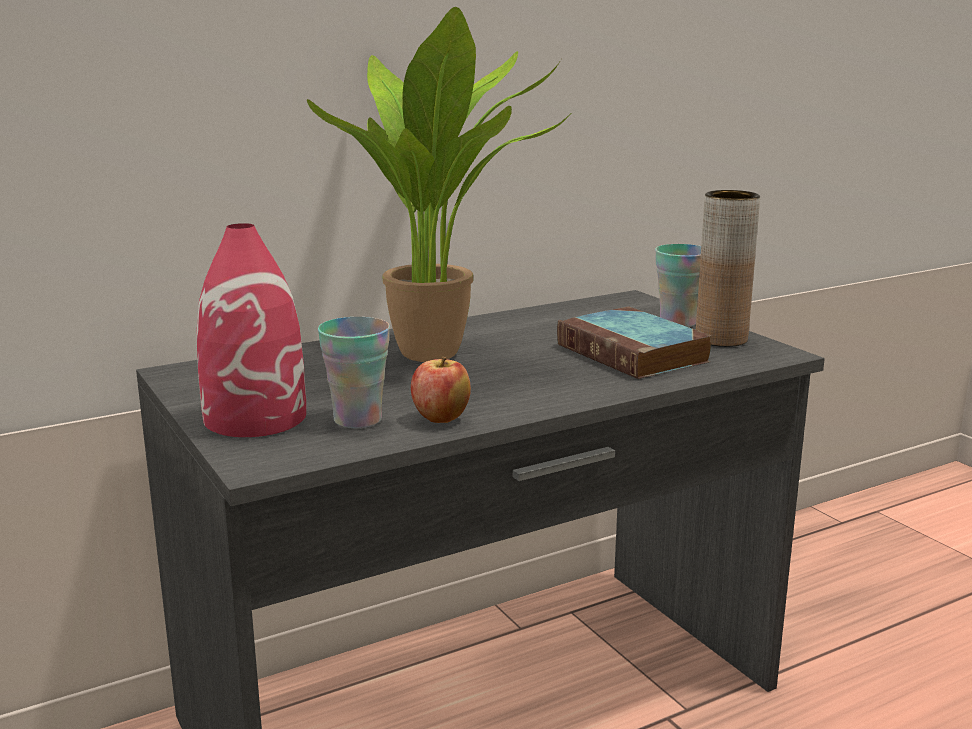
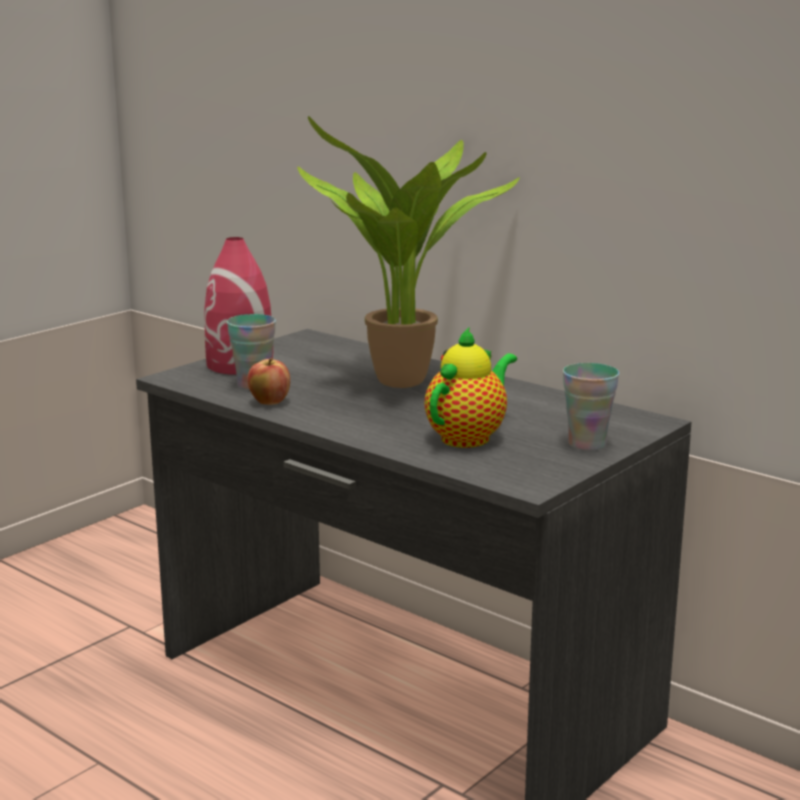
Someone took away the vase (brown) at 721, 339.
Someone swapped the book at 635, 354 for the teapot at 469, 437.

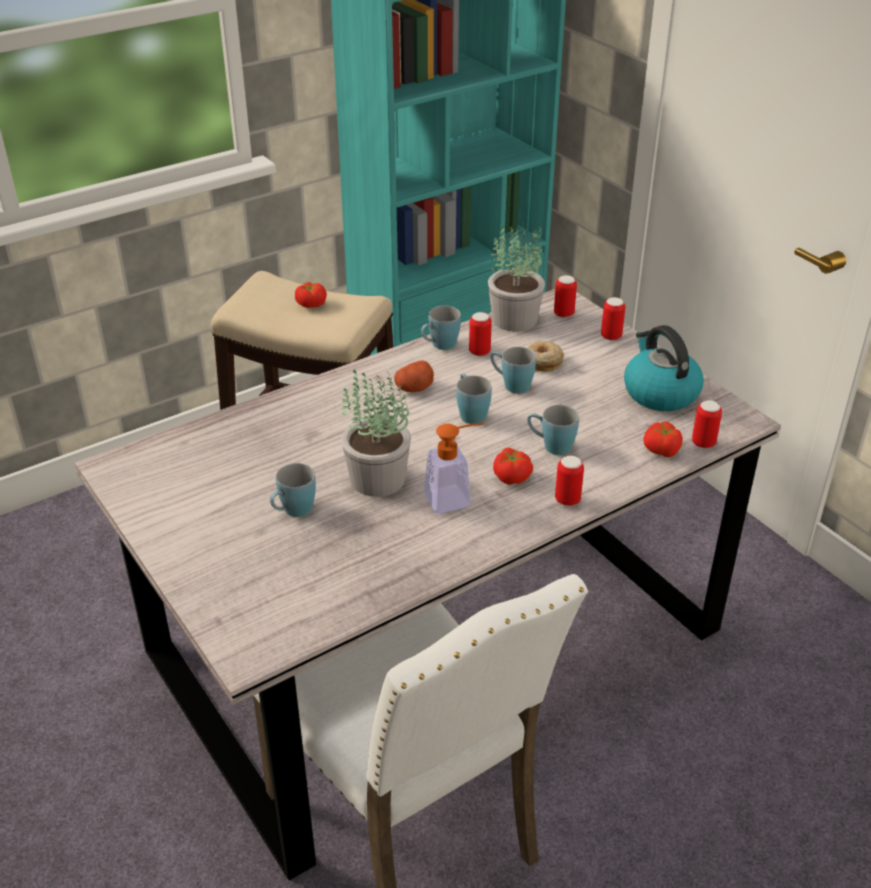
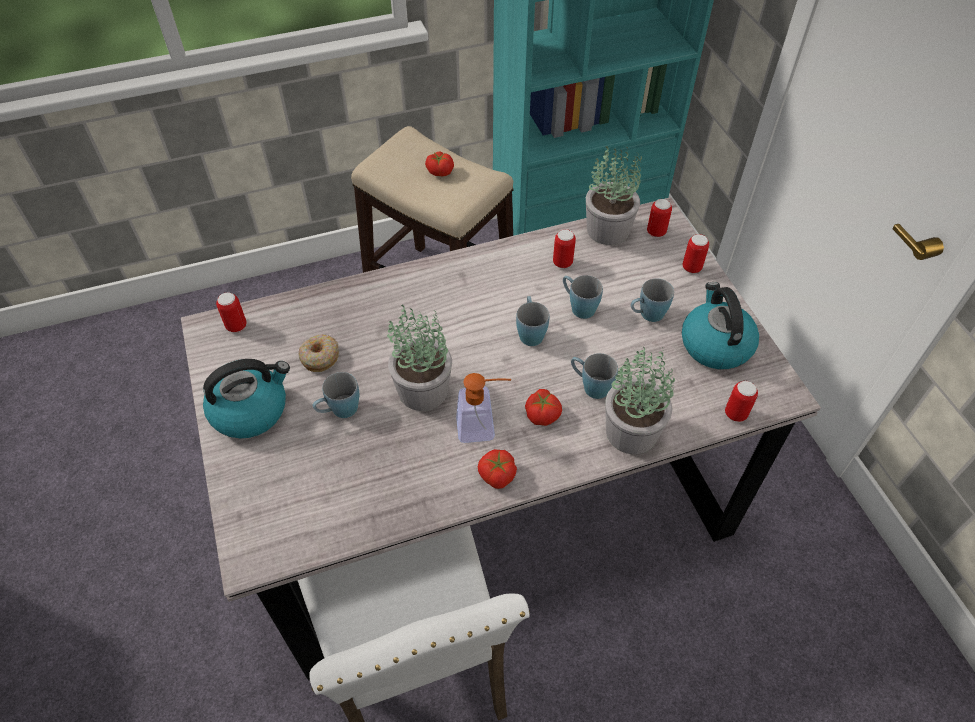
Someone took away the potato at 414, 388.
Someone put down the kettle at 251, 410.
Someone put down the potted plant at 631, 431.
Someone carried the mug (blue) from 439, 345 to 647, 315.
Someone carried the donut from 542, 362 to 320, 357.
Someone carried the can from 567, 500 to 236, 326.
Someone carried the tomato from 661, 450 to 497, 475.

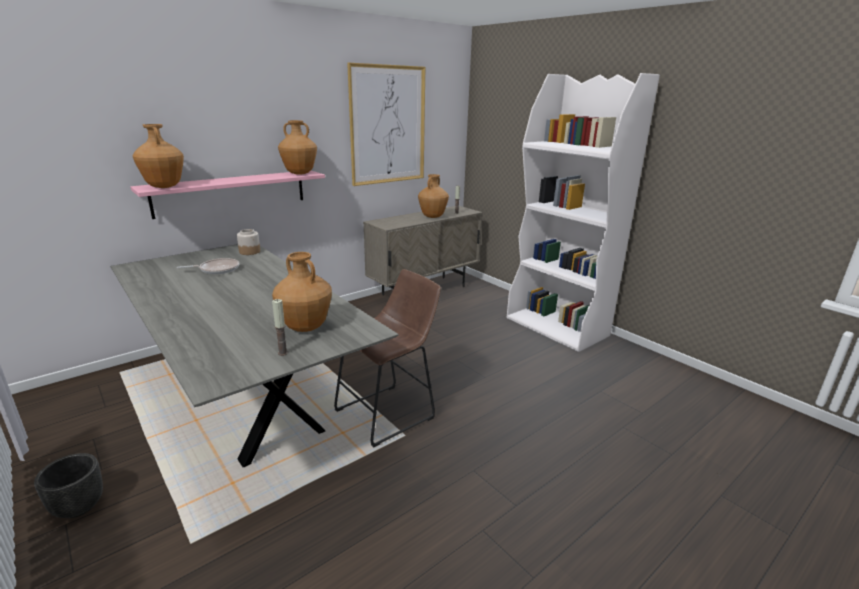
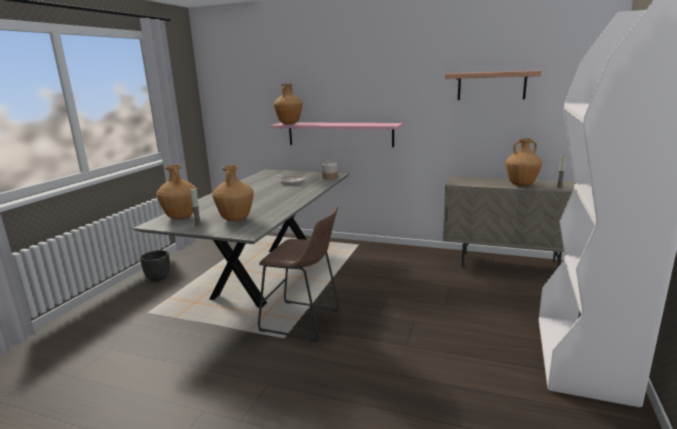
Someone carried the vase (brown) from 299, 173 to 180, 217.
Someone swapped the picture at 388, 125 for the shelf at 491, 85.

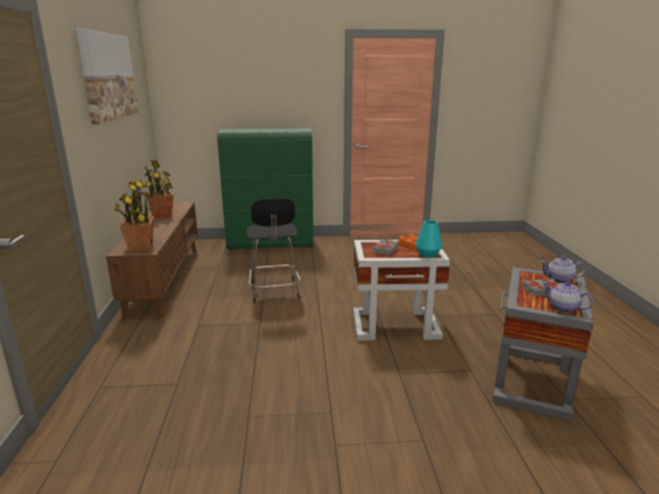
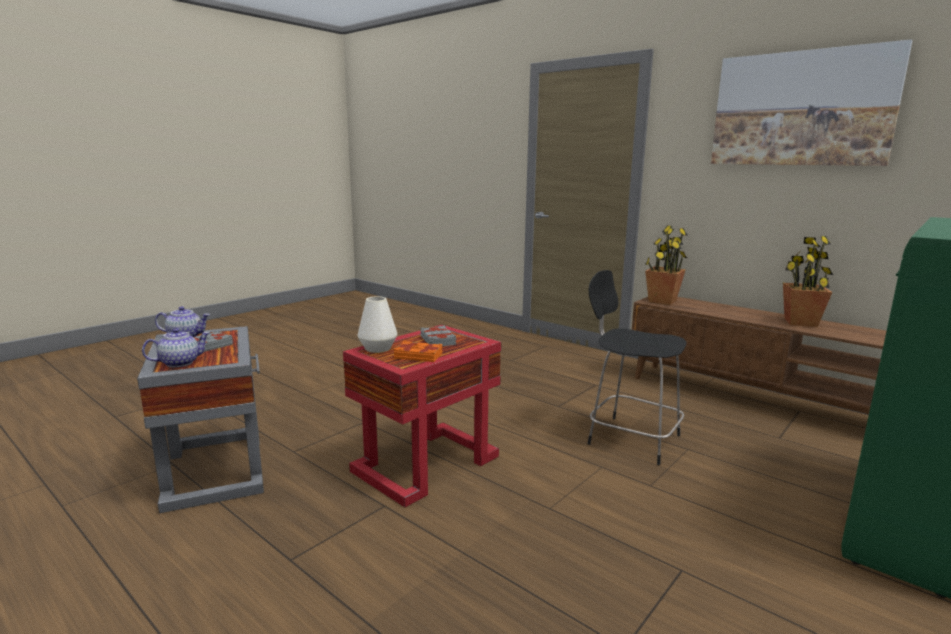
Someone repainted the side table (white) at 396, 325, which became the side table (red) at 424, 464.
Someone repainted the vase (turquoise) at 427, 254, which became the vase (white) at 378, 348.

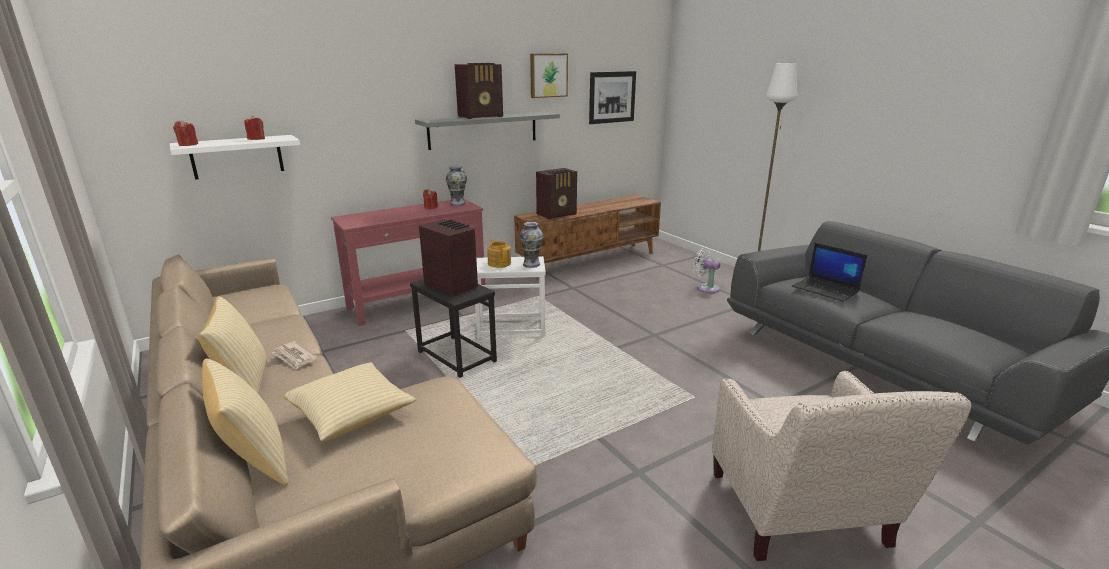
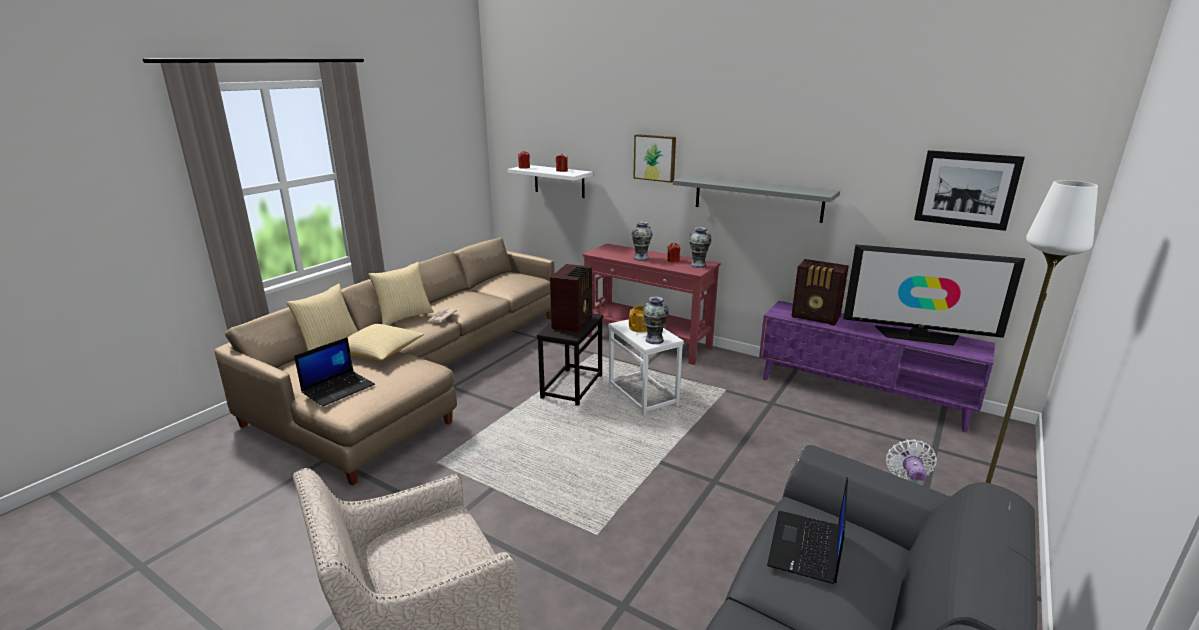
Someone took away the radio at 481, 116.
Someone put down the laptop at 339, 388.
Someone put down the vase at 641, 258.
Someone put down the television at 918, 336.
Someone carried the picture from 548, 75 to 655, 157.
Someone repainted the tv stand (brown) at 589, 261, which became the tv stand (purple) at 862, 394.

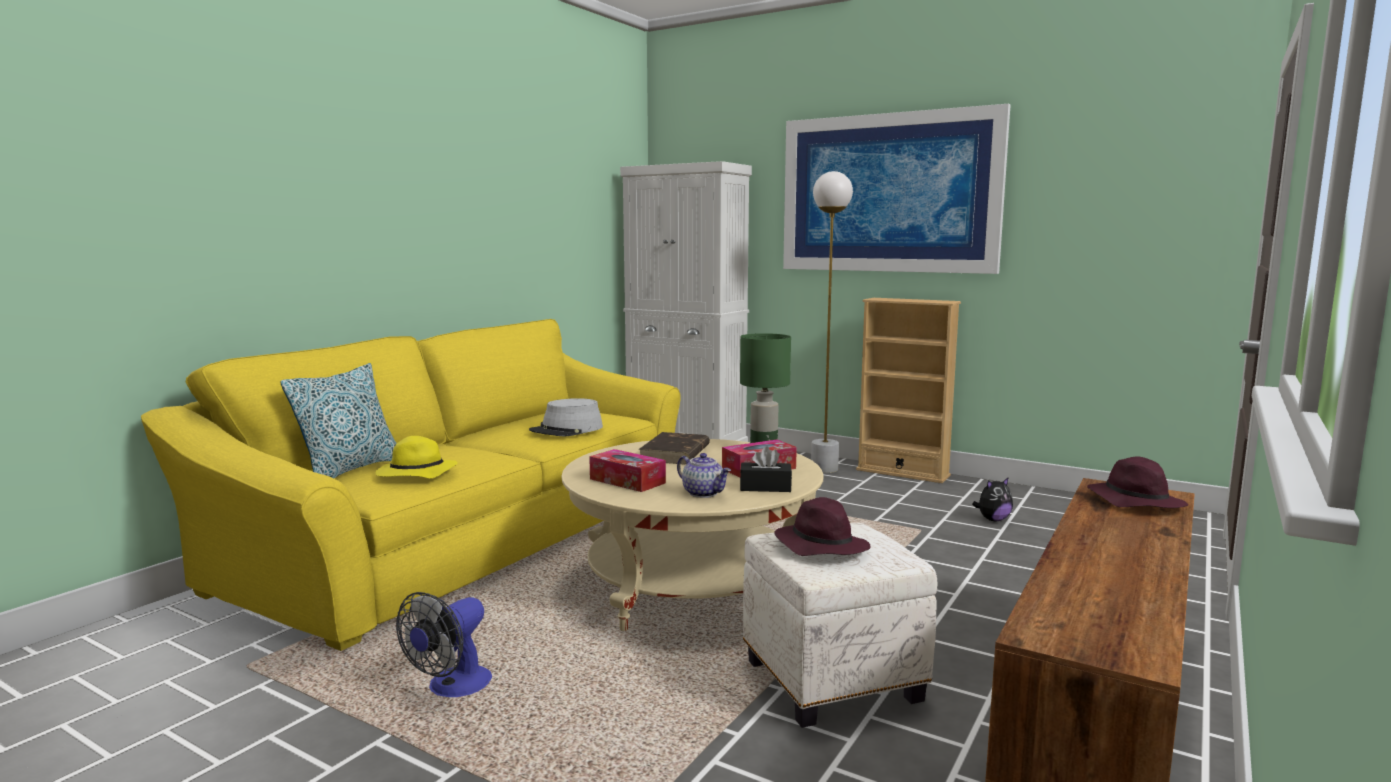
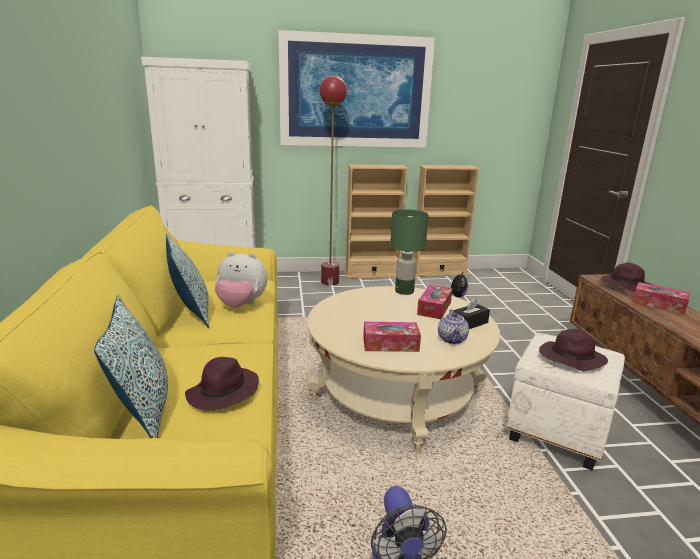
Someone took away the book (brown) at 675, 453.
Someone put down the pillow at 191, 313.
Someone put down the bookcase (beige) at 439, 273.
Someone put down the tissue box at 658, 304.
Someone swapped the hat (grey) at 567, 430 for the plush toy at 241, 305.
Someone repainted the hat (yellow) at 416, 474, which became the hat (purple) at 223, 393.
Someone repainted the floor lamp (white) at 824, 469, which became the floor lamp (red) at 329, 282.
Someone rotated the teapot at 704, 493 by 90 degrees clockwise.

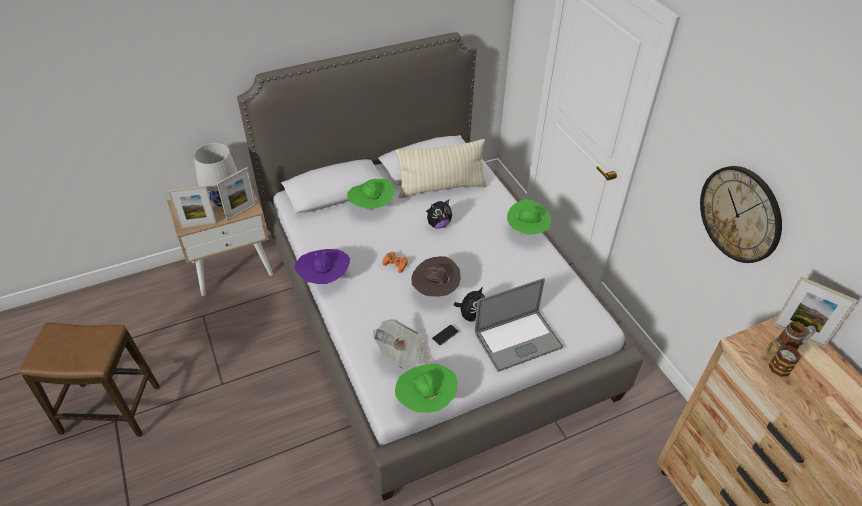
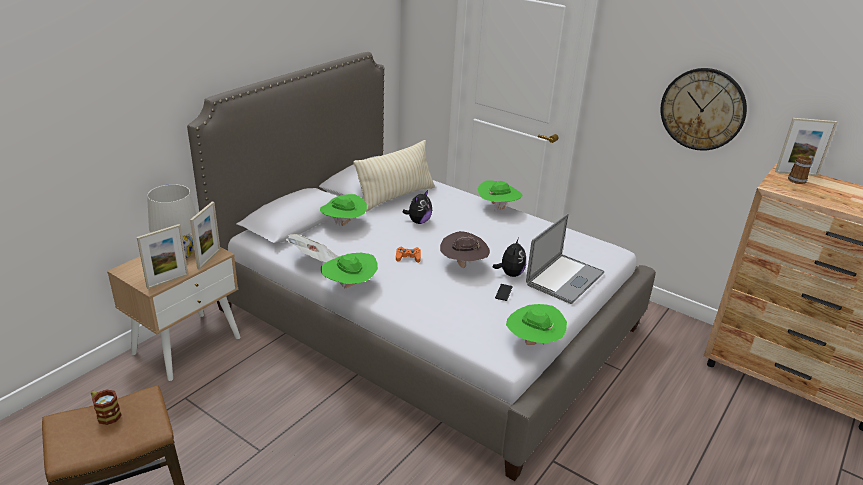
Someone carried the newspaper from 403, 354 to 315, 261.
Someone carried the mug from 776, 364 to 106, 414.
Someone repainted the hat (purple) at 324, 279, which became the hat (green) at 349, 287.

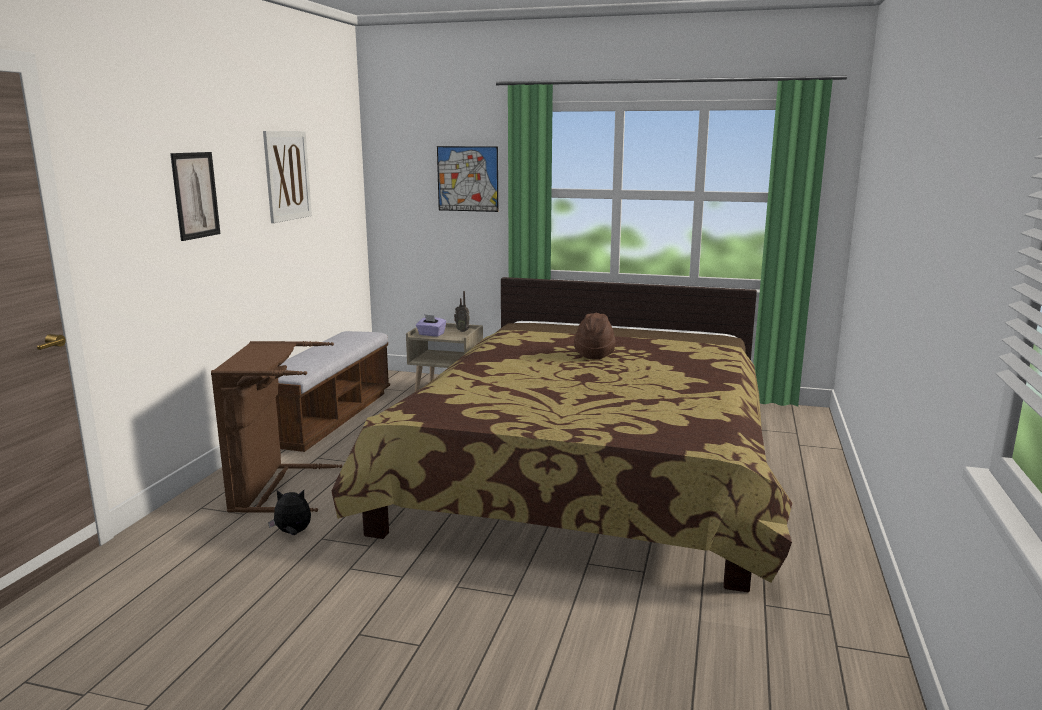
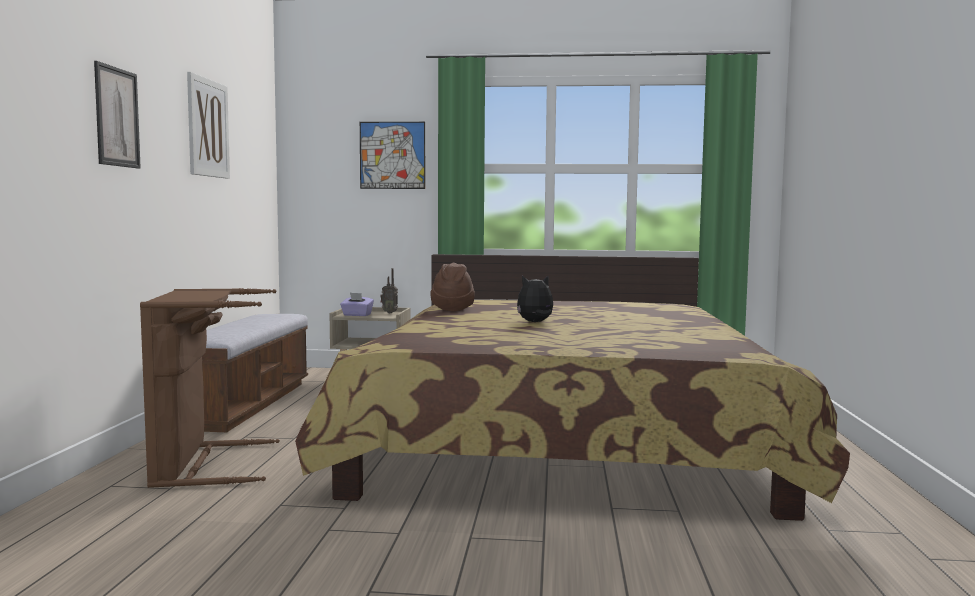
Someone carried the plush toy from 293, 533 to 535, 322.
Someone carried the hat (brown) from 594, 355 to 452, 309.

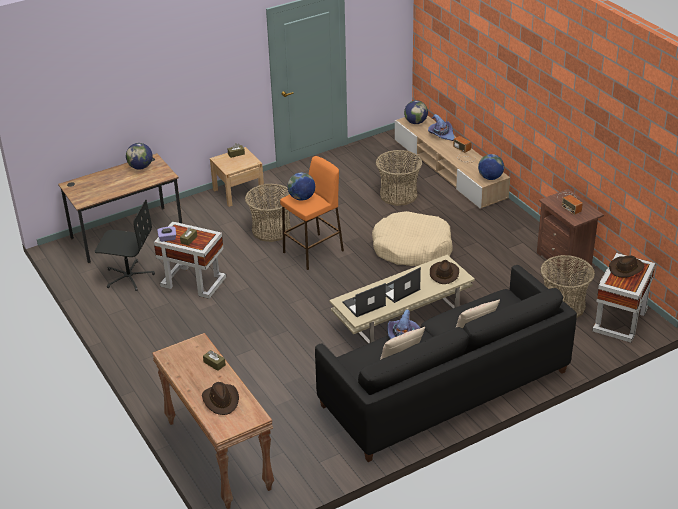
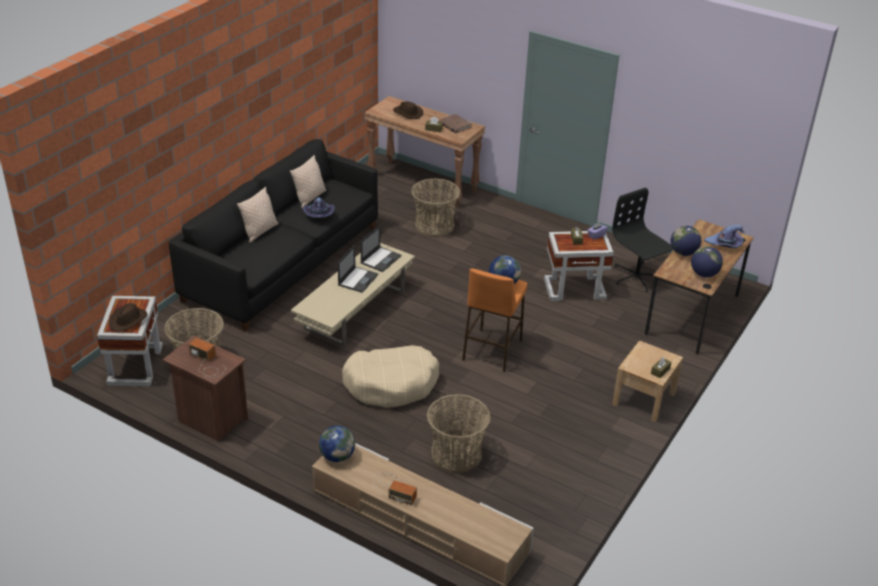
Someone took away the hat (brown) at 444, 273.
Someone put down the book (brown) at 455, 125.
Someone carried the basket from 271, 230 to 434, 226.
Someone carried the globe from 415, 122 to 683, 253.
Someone carried the hat (purple) from 441, 134 to 724, 244.
Someone rotated the office chair (black) at 128, 276 by 75 degrees clockwise.

